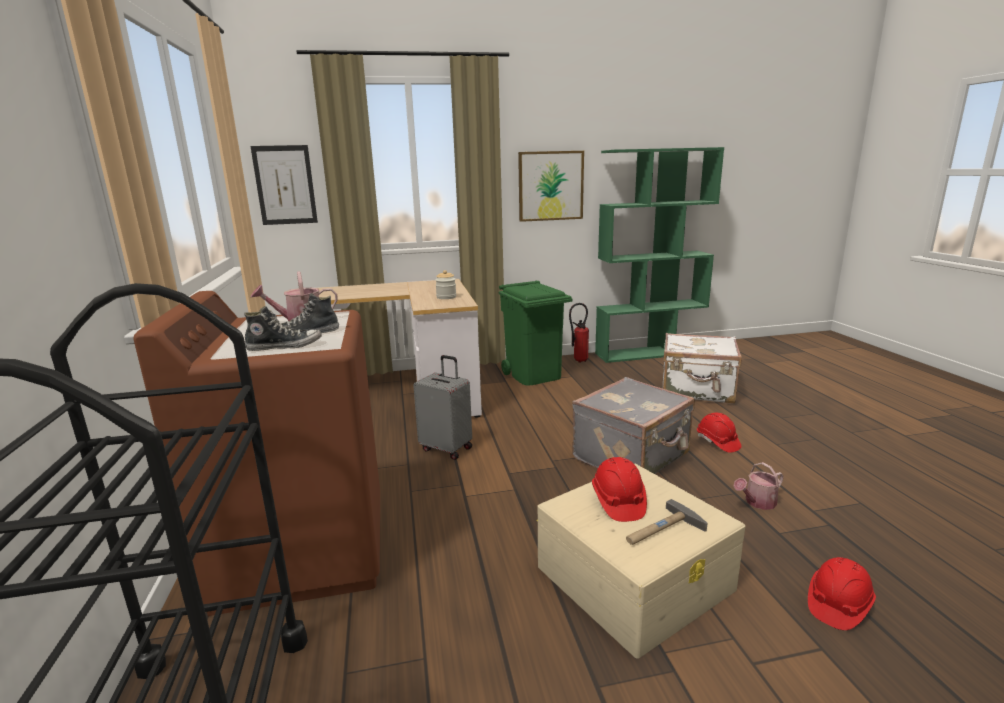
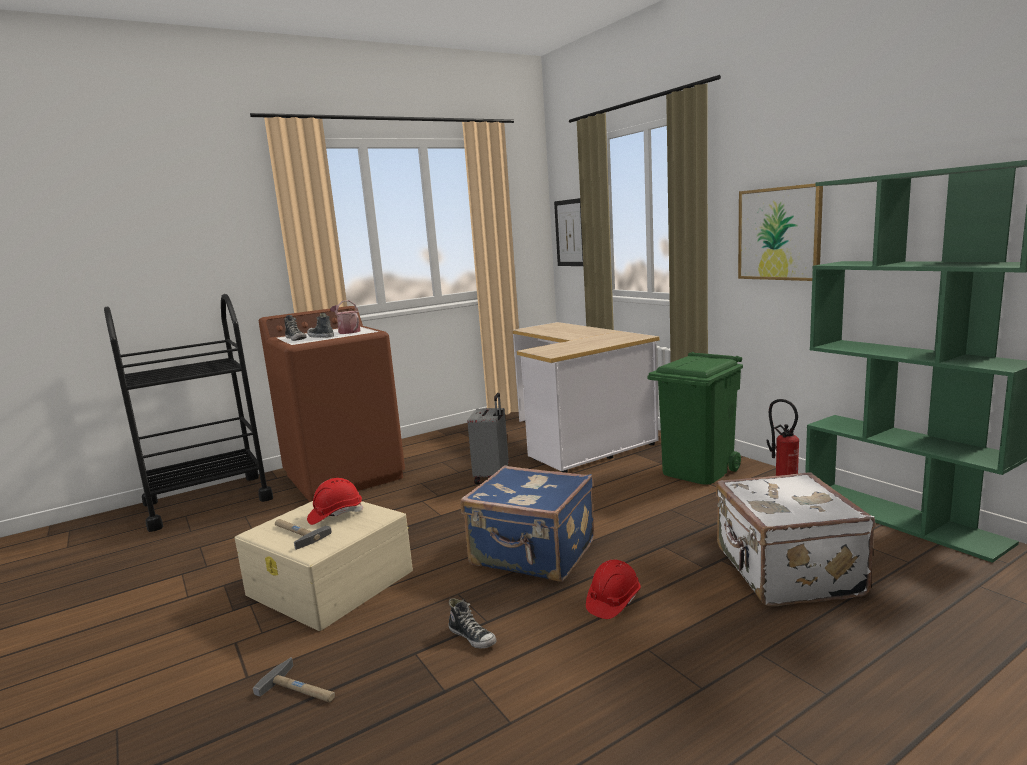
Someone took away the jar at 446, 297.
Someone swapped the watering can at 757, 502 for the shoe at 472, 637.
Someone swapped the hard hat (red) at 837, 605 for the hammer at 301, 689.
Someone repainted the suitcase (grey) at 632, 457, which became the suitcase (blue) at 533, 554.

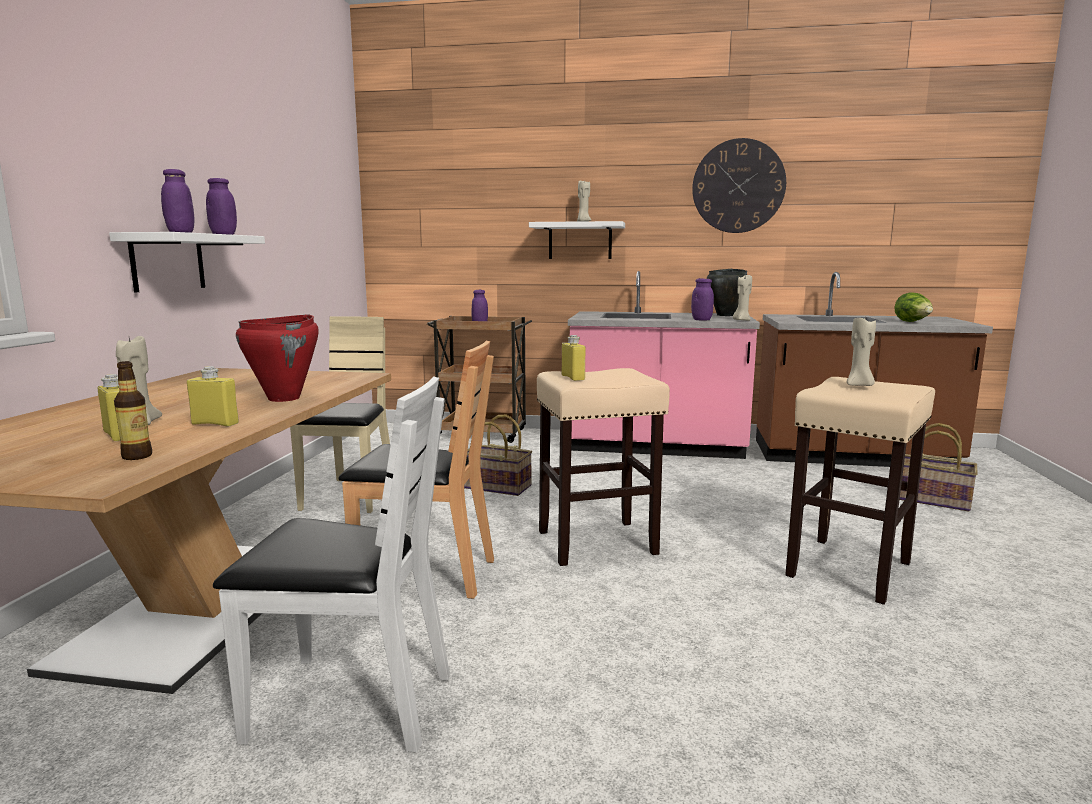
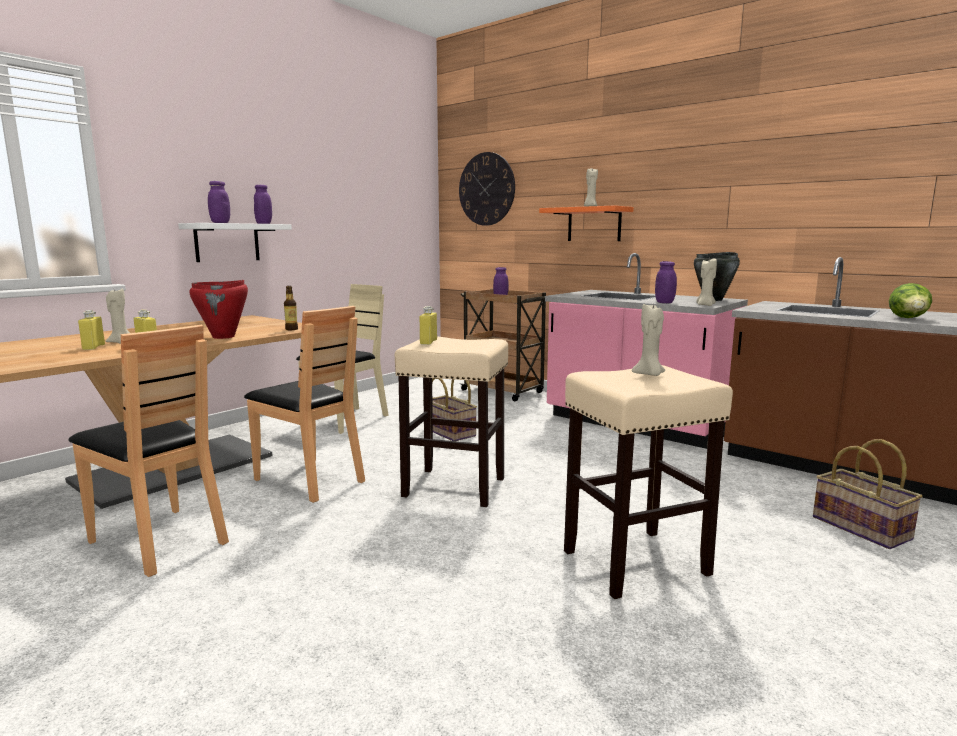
Someone carried the bottle from 137, 456 to 291, 329.
Someone carried the wall clock from 738, 186 to 486, 189.
Someone repainted the chair (white) at 350, 704, which became the chair (brown) at 160, 541.
Someone repainted the shelf (white) at 580, 241, which became the shelf (orange) at 594, 224.

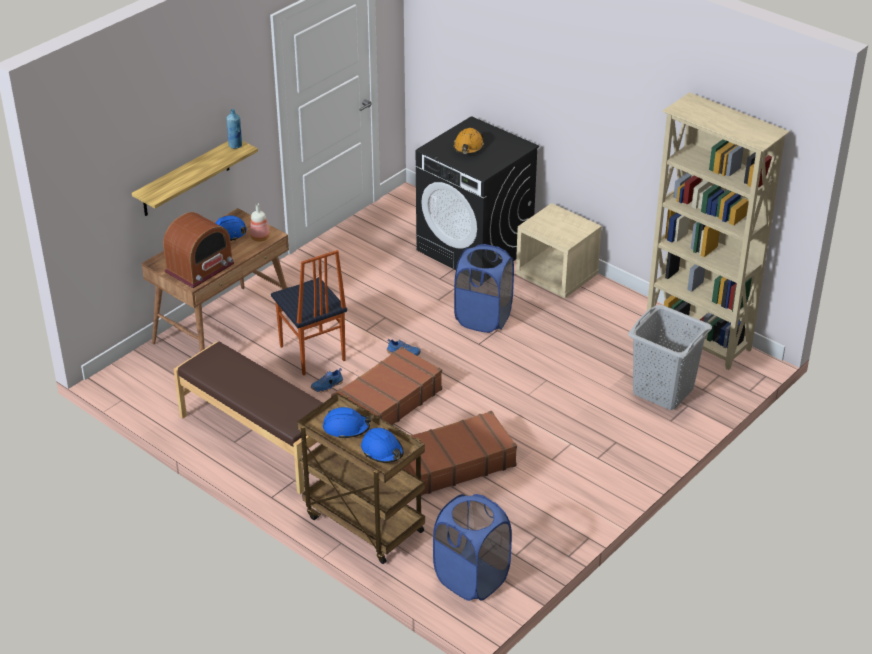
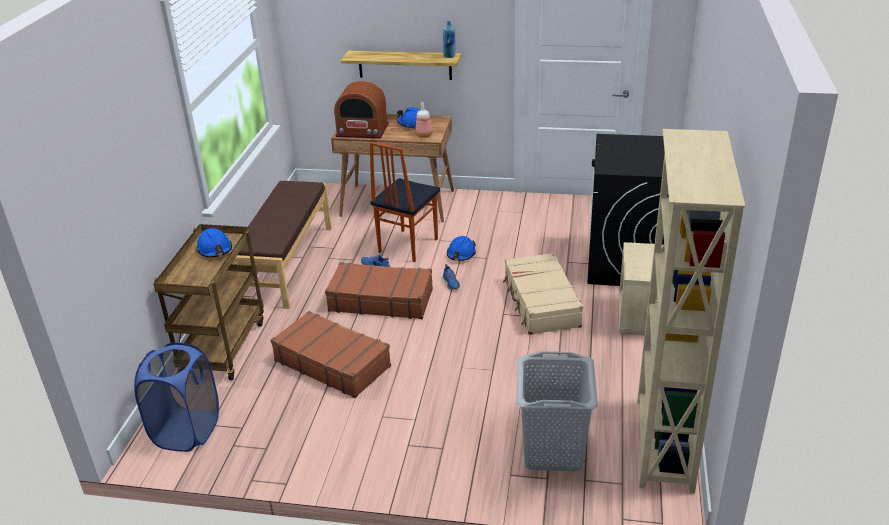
Someone took away the hard hat (orange) at 468, 147.
Someone carried the hard hat (blue) from 382, 451 to 461, 254.
Someone swapped the laundry basket (blue) at 483, 318 for the suitcase (beige) at 540, 303.

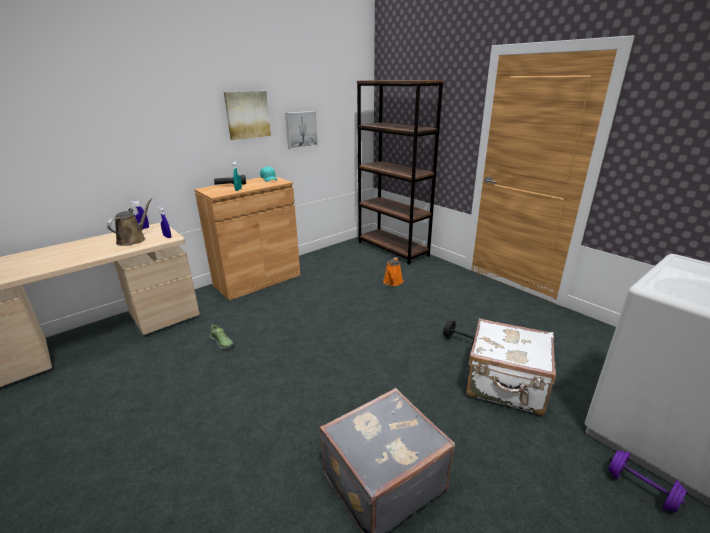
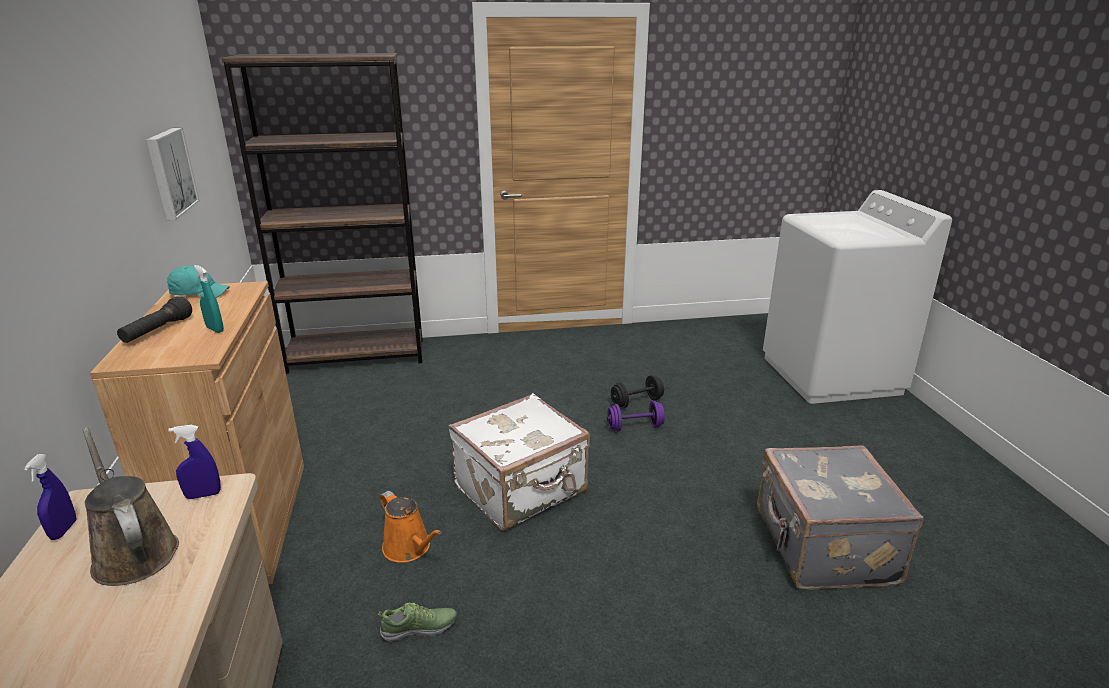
Someone took away the picture at 247, 115.
Someone carried the watering can (orange) from 392, 282 to 409, 548.
Someone carried the suitcase (white) from 505, 386 to 522, 490.
Someone carried the dumbbell (purple) from 641, 489 to 635, 427.

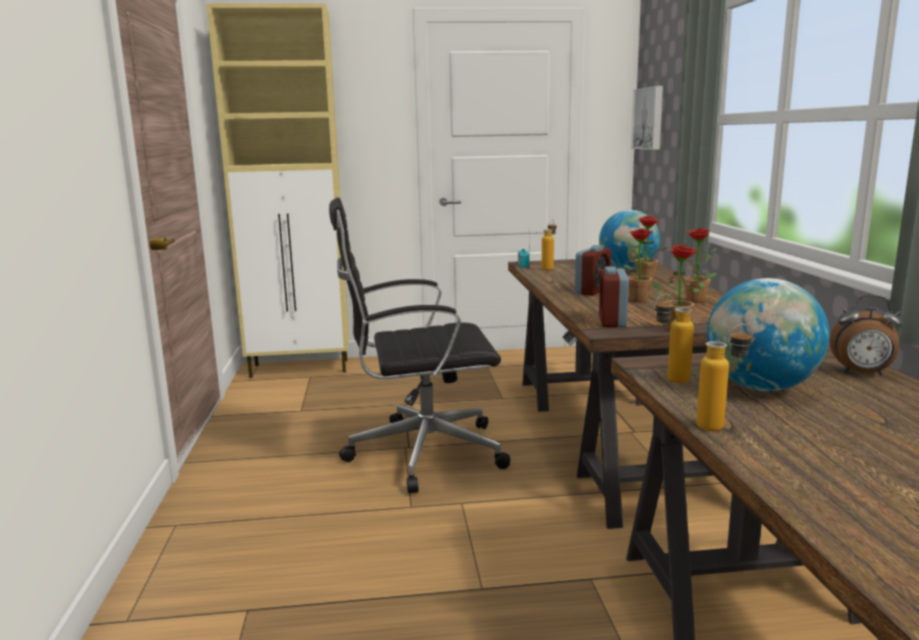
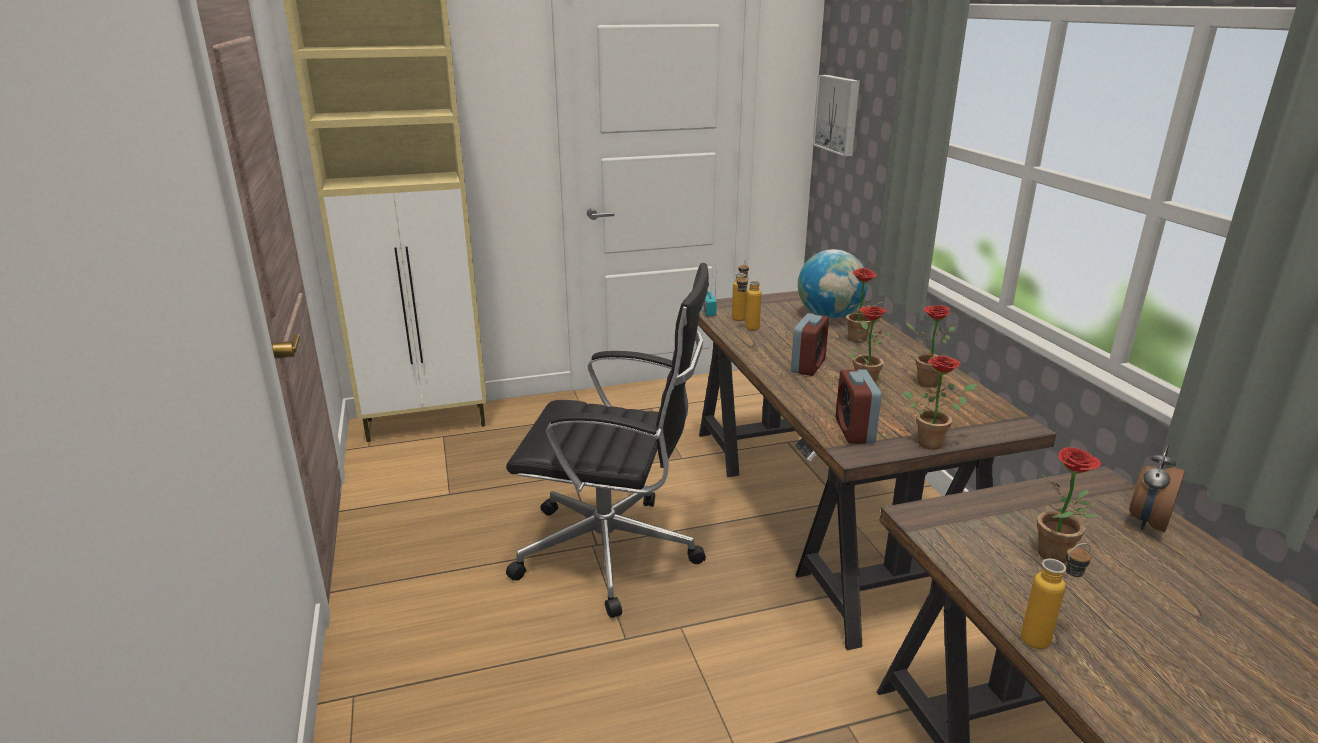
Someone carried the bottle from 669, 380 to 746, 329.
Someone swapped the globe at 761, 387 for the potted plant at 1058, 558.
Someone rotated the office chair (black) at 421, 453 by 150 degrees counterclockwise.
Someone rotated the alarm clock at 862, 373 by 120 degrees clockwise.

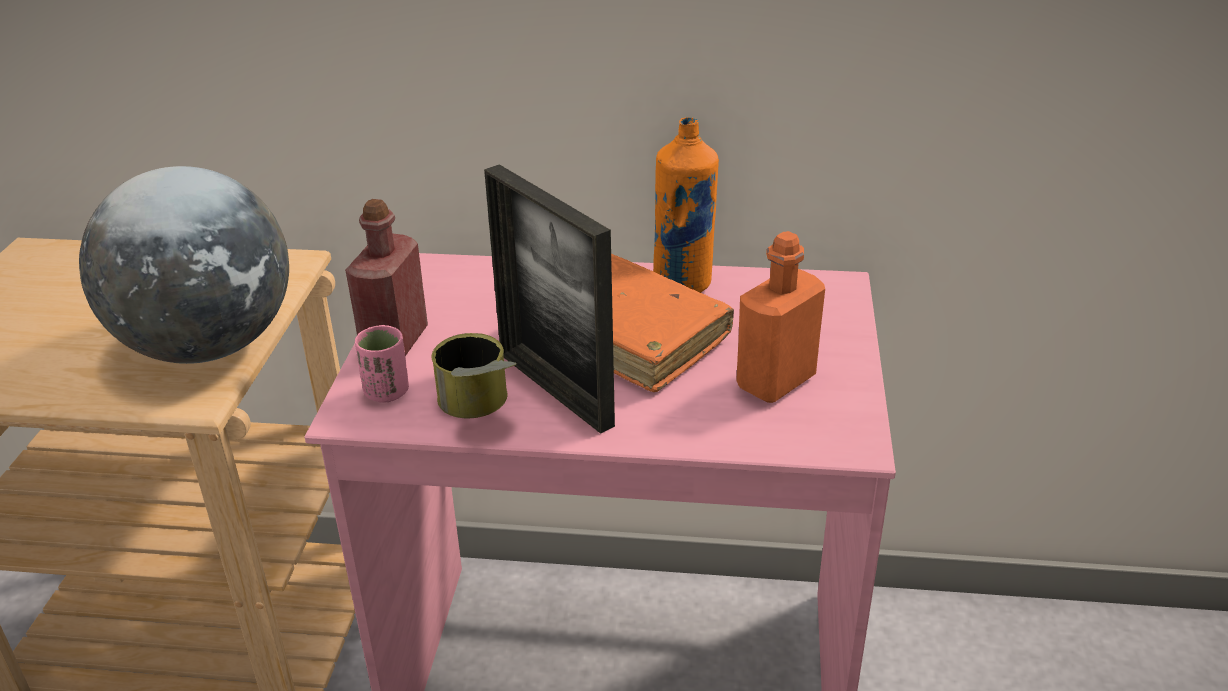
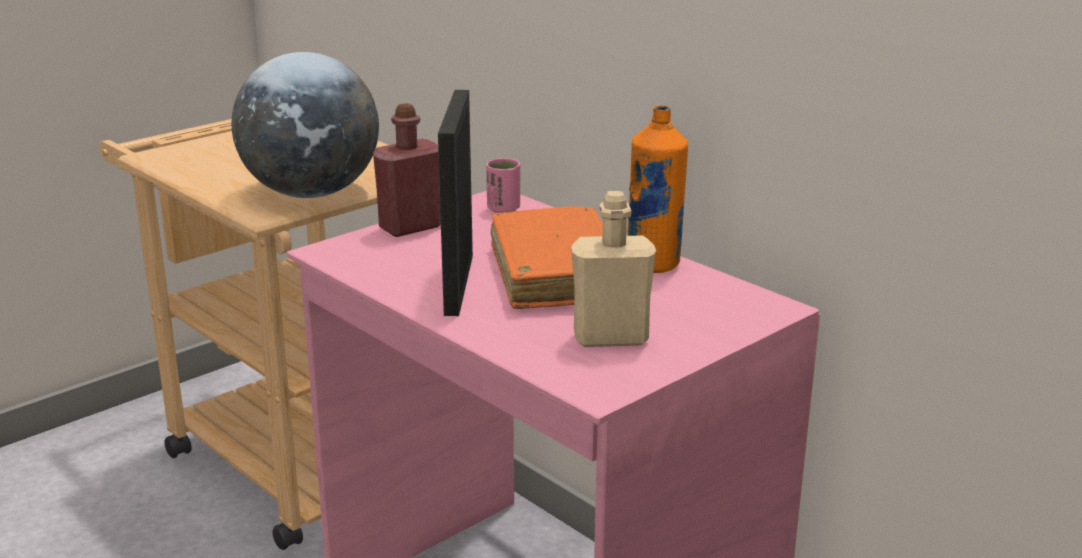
Someone took away the can at 478, 409.
Someone carried the cup (pink) from 387, 392 to 503, 209.
Someone repainted the bottle (orange) at 775, 381, which became the bottle (beige) at 610, 338.

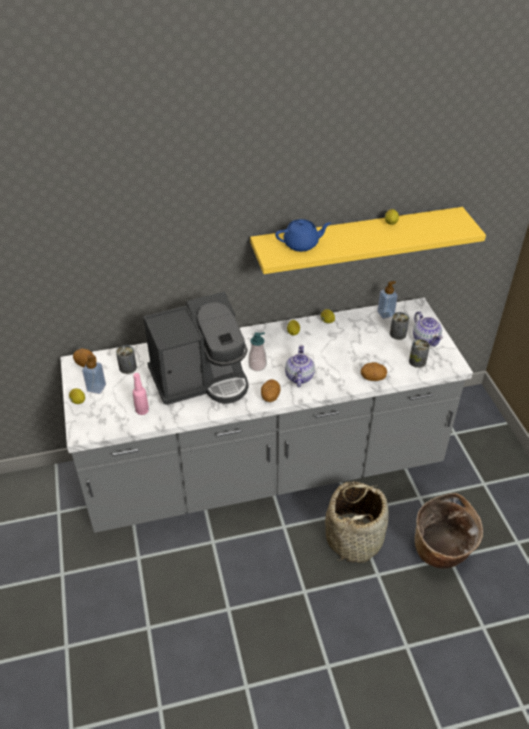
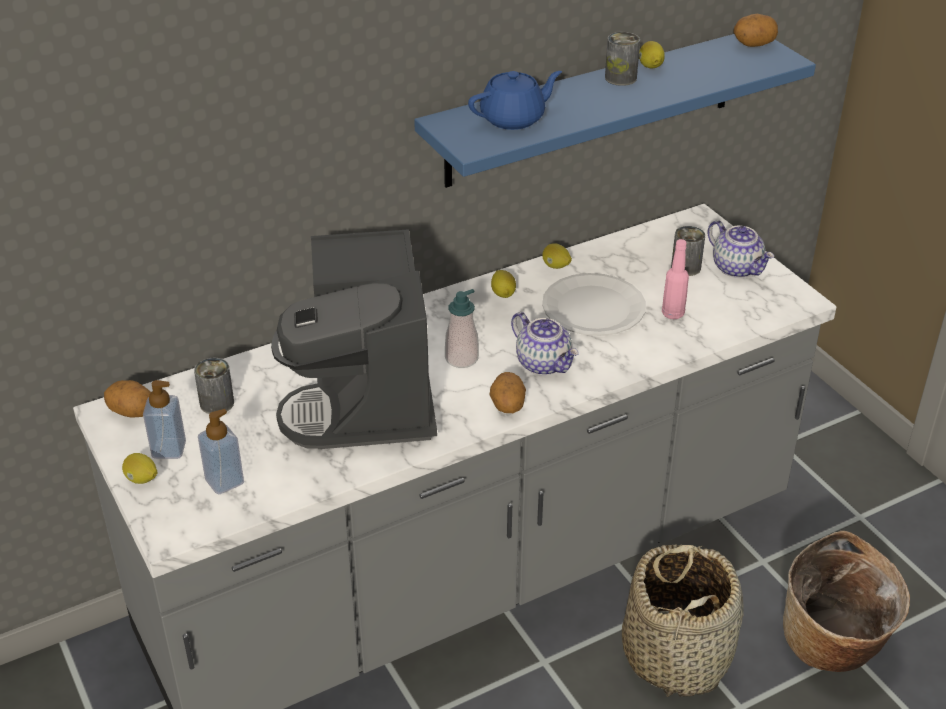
Someone put down the plate (white) at 594, 307.
Someone carried the bottle (pink) from 142, 411 to 672, 314.
Someone carried the potato from 373, 378 to 753, 45.
Someone carried the soap dispenser from 385, 313 to 224, 481.
Someone carried the can from 417, 361 to 620, 78.
Someone repainted the shelf (yellow) at 357, 240, which became the shelf (blue) at 592, 108.
Someone rotated the coffee machine at 201, 379 by 120 degrees clockwise.
Someone rotated the teapot at 299, 376 by 150 degrees clockwise.

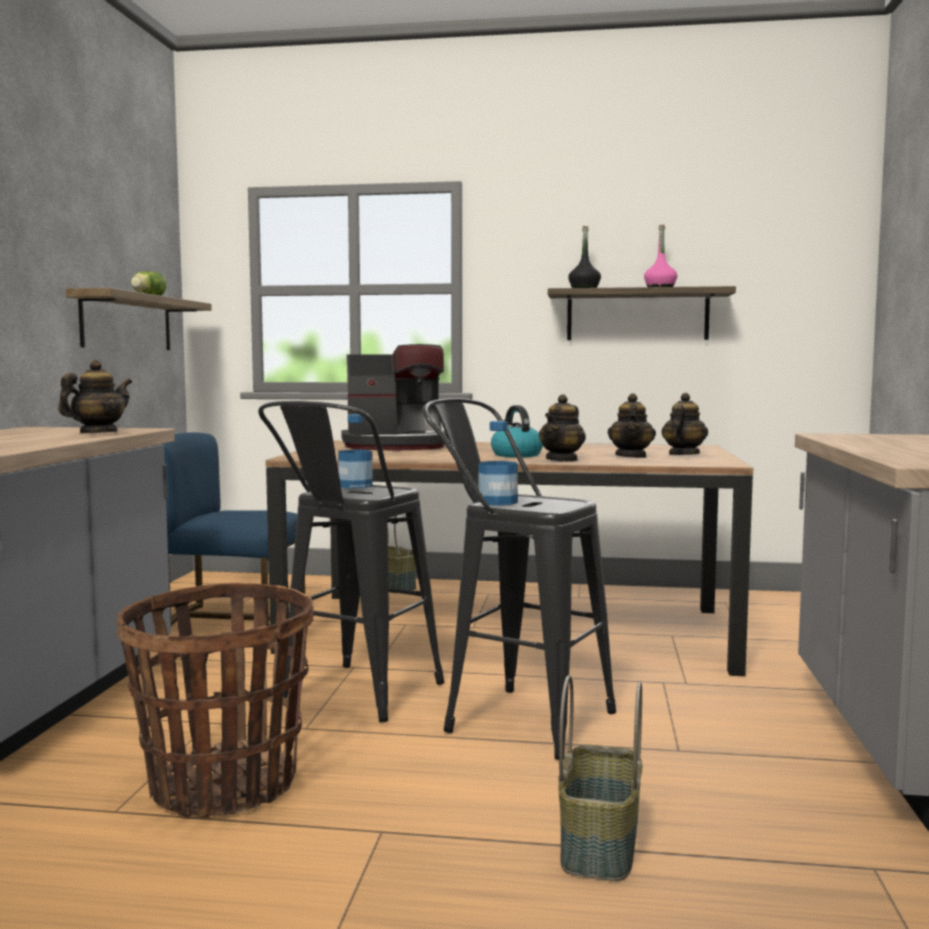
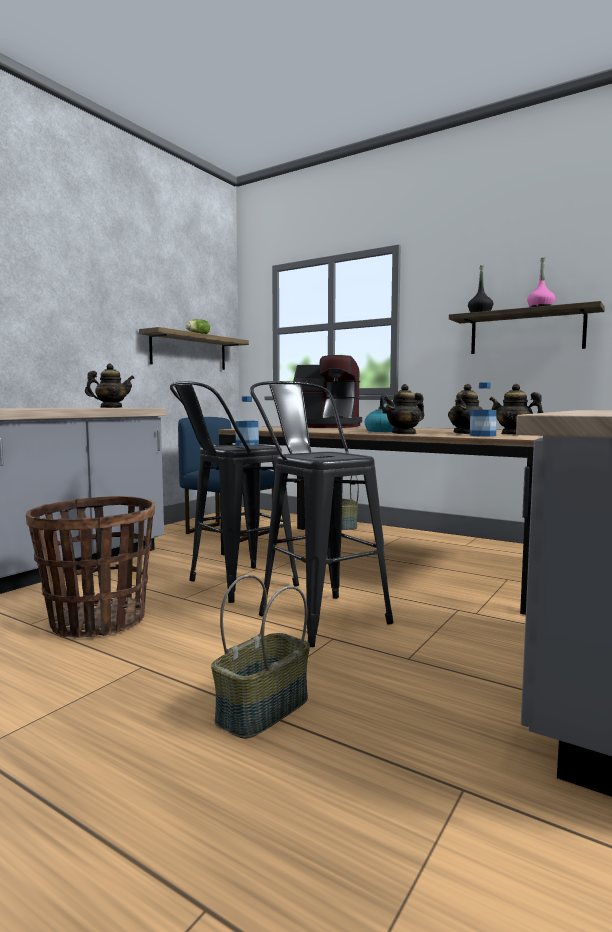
Someone carried the bottle from 498, 502 to 482, 435.
Someone rotated the teapot at 683, 454 by 105 degrees counterclockwise.

